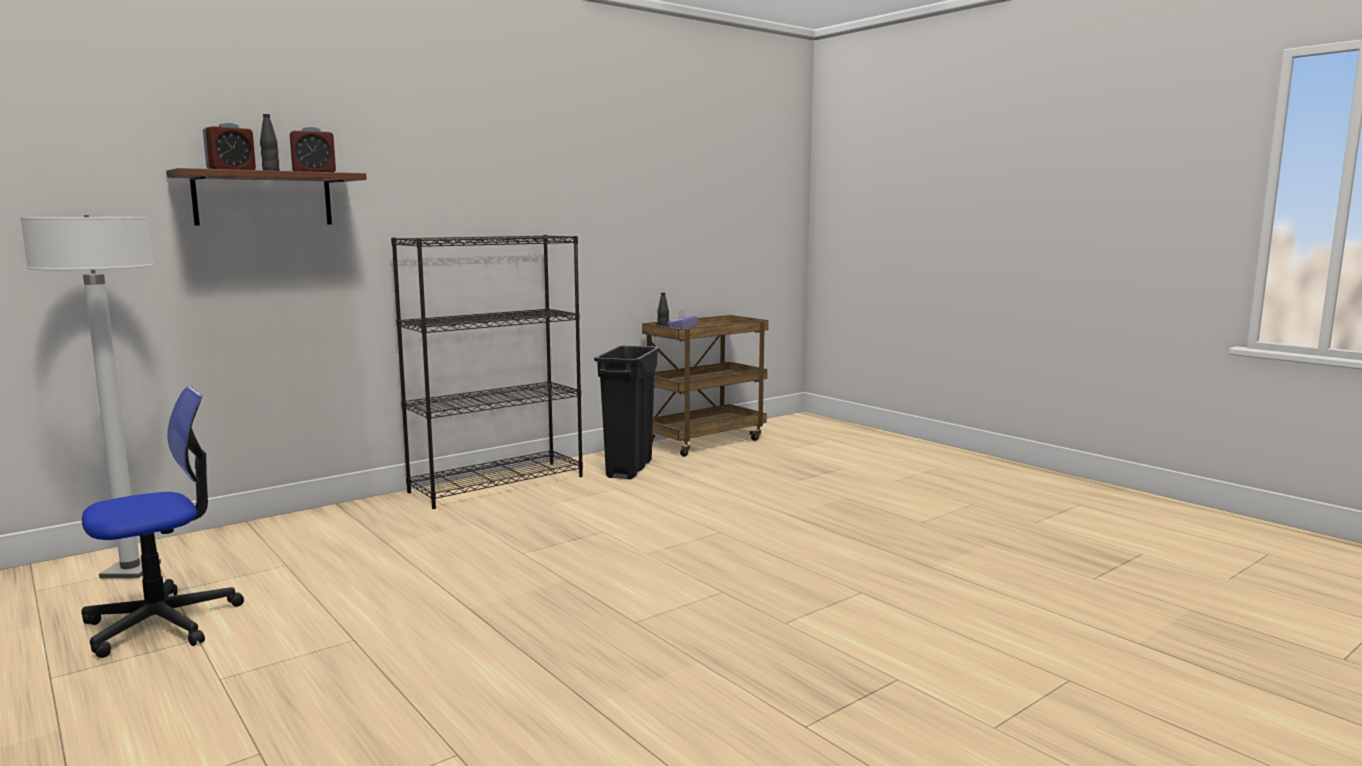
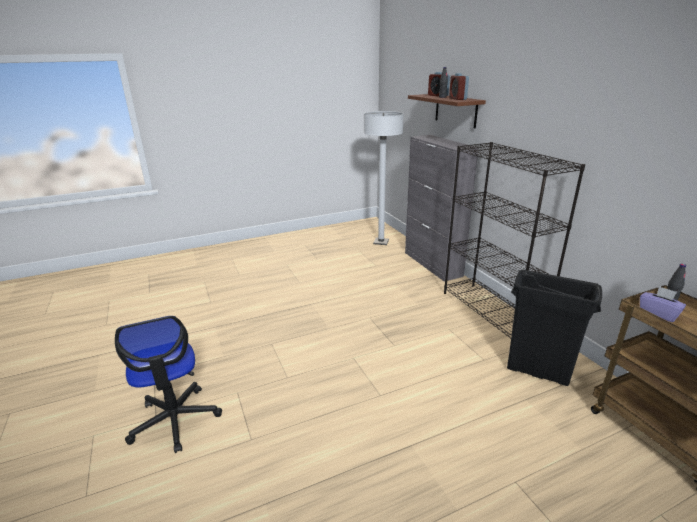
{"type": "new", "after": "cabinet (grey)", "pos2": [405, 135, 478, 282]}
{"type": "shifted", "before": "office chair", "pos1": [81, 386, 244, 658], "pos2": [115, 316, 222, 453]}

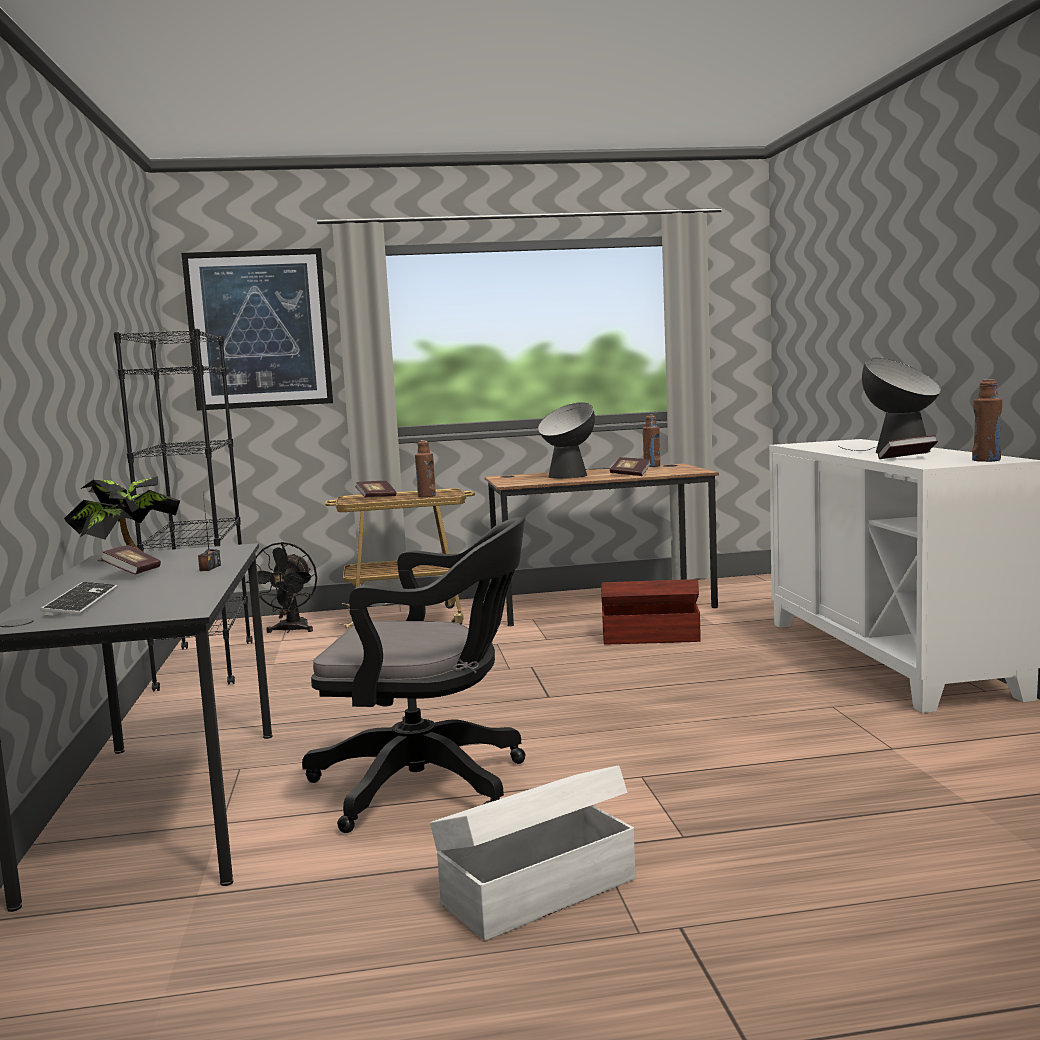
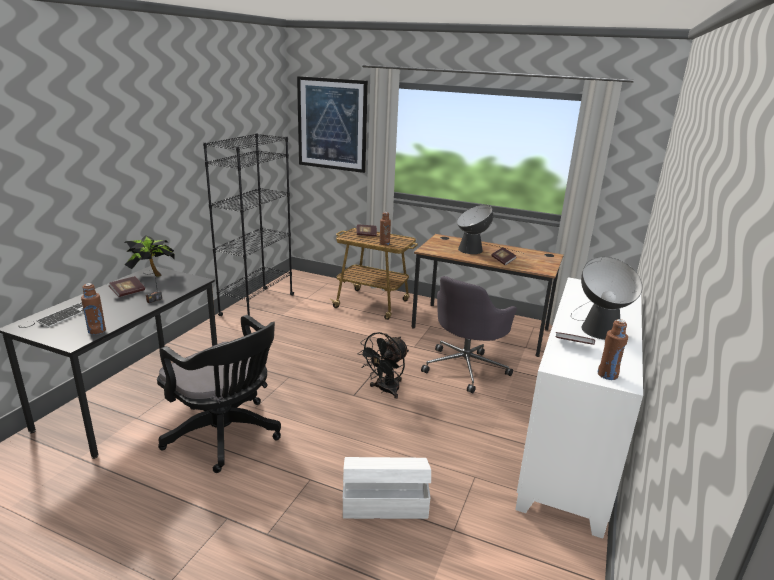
{"type": "shifted", "before": "fan (black)", "pos1": [246, 542, 317, 633], "pos2": [357, 332, 409, 399]}
{"type": "shifted", "before": "storage box (white)", "pos1": [430, 765, 635, 941], "pos2": [343, 457, 431, 519]}
{"type": "shifted", "before": "bottle (brown)", "pos1": [643, 415, 660, 467], "pos2": [81, 283, 106, 335]}
{"type": "swapped", "before": "storage box (brown)", "after": "office chair (grey)", "pos1": [601, 579, 701, 644], "pos2": [421, 276, 517, 393]}

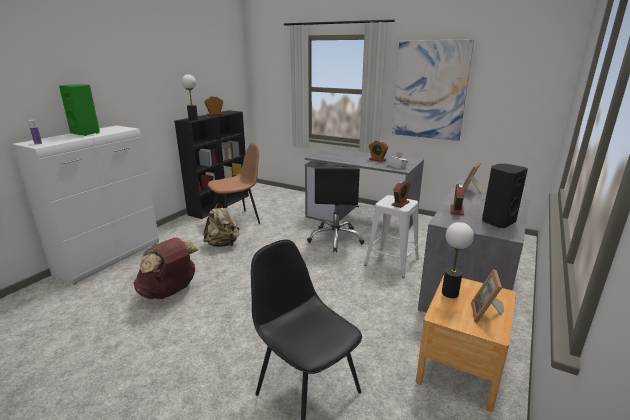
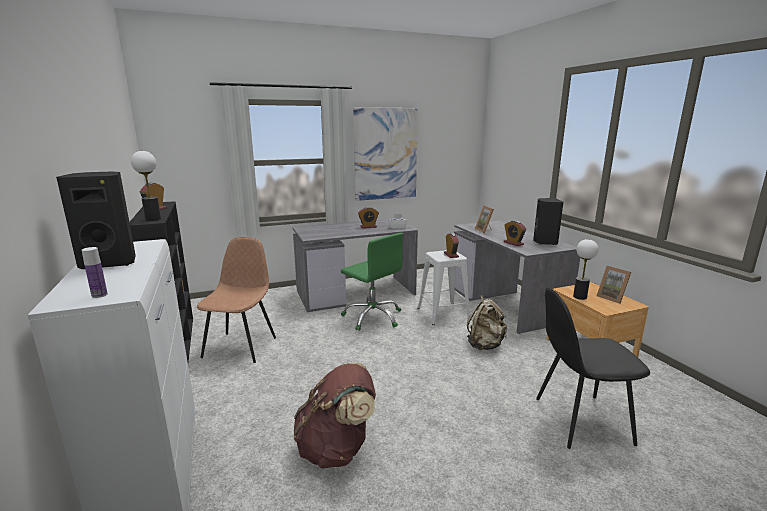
{"type": "shifted", "before": "backpack (beige)", "pos1": [203, 203, 240, 247], "pos2": [467, 295, 507, 350]}
{"type": "repainted", "before": "speaker (green)", "after": "speaker (black)", "pos1": [59, 84, 100, 136], "pos2": [56, 172, 136, 269]}
{"type": "repainted", "before": "office chair (black)", "after": "office chair (green)", "pos1": [307, 167, 365, 252], "pos2": [341, 233, 403, 331]}

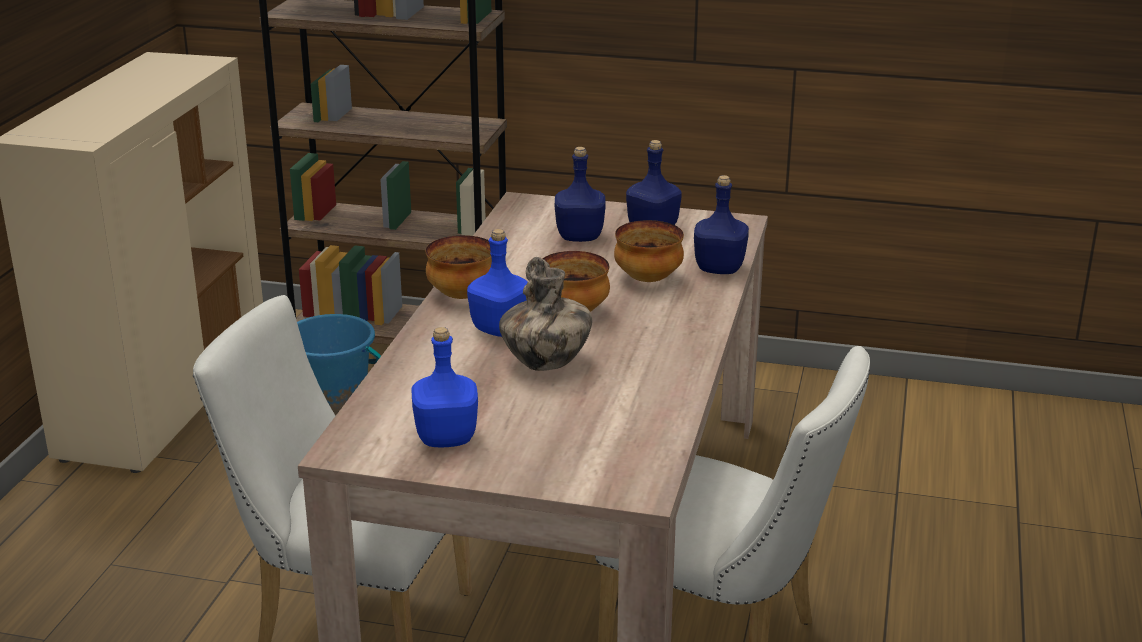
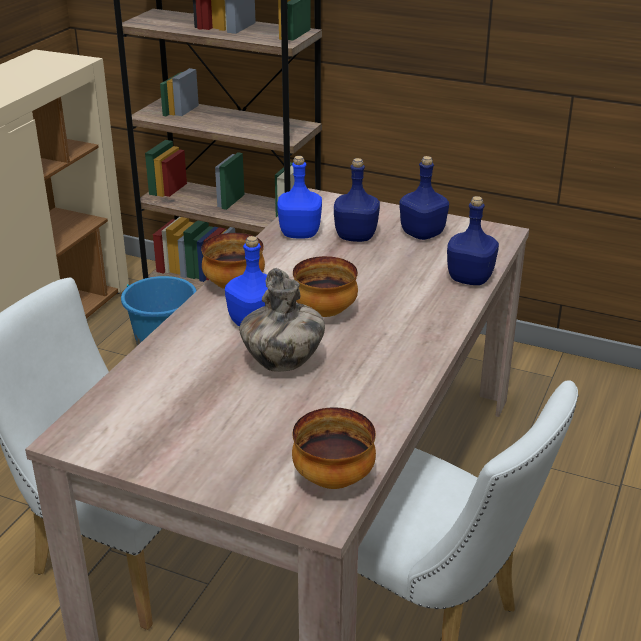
{"type": "shifted", "before": "bottle (blue)", "pos1": [412, 327, 478, 447], "pos2": [278, 156, 322, 239]}
{"type": "shifted", "before": "bowl", "pos1": [614, 220, 684, 282], "pos2": [292, 407, 376, 489]}

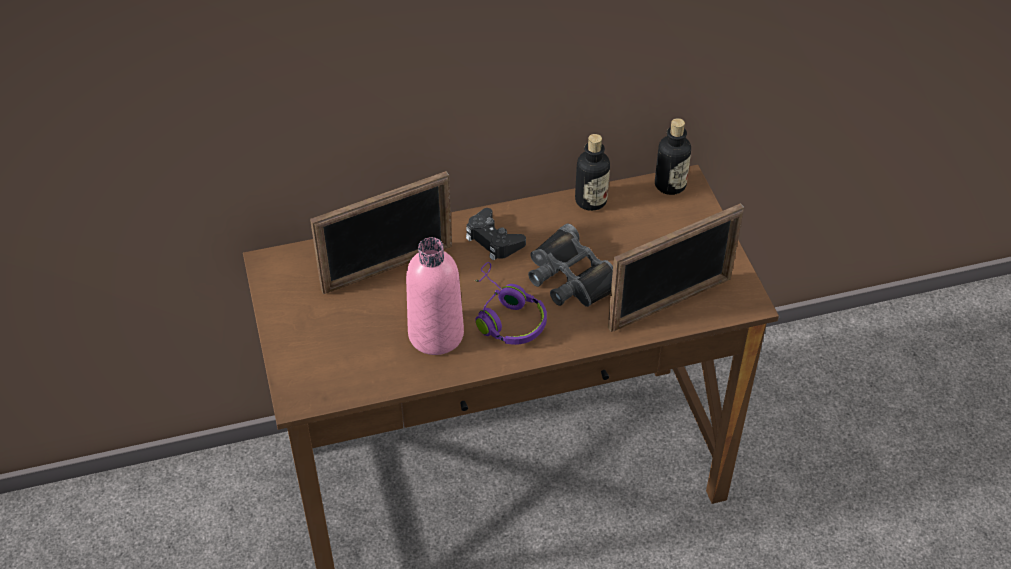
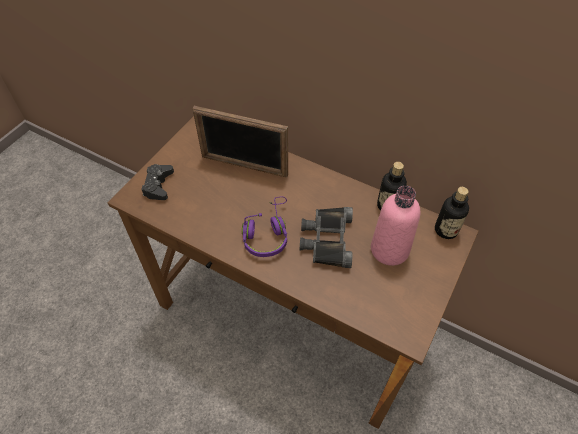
{"type": "gone", "before": "picture frame", "pos1": [608, 204, 744, 332]}
{"type": "shifted", "before": "bottle (pink)", "pos1": [406, 237, 464, 355], "pos2": [371, 186, 420, 266]}
{"type": "shifted", "before": "game controller (black)", "pos1": [466, 208, 526, 261], "pos2": [141, 164, 174, 200]}

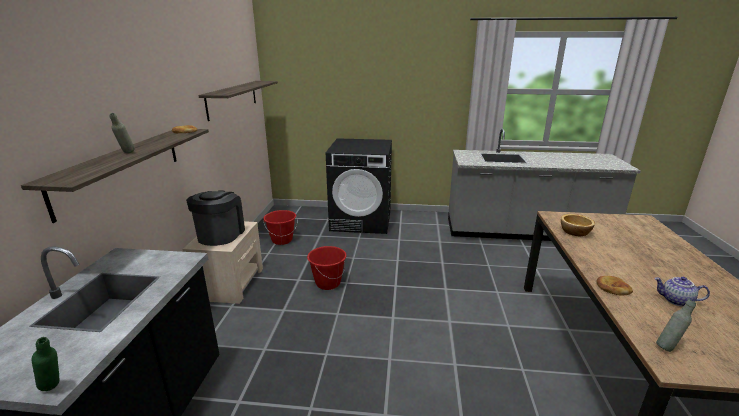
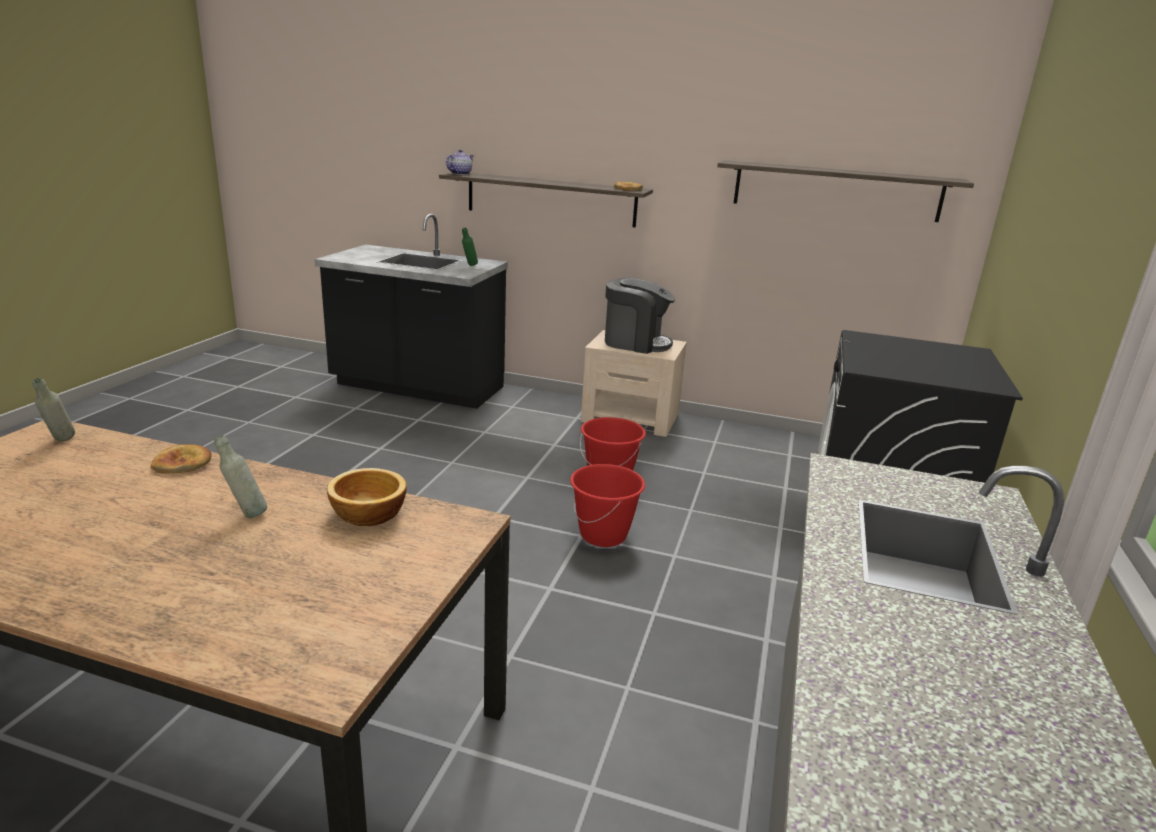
{"type": "shifted", "before": "bottle (green)", "pos1": [32, 337, 60, 391], "pos2": [462, 227, 478, 266]}
{"type": "shifted", "before": "bottle (grey)", "pos1": [109, 113, 135, 153], "pos2": [214, 435, 267, 518]}
{"type": "shifted", "before": "bucket (red)", "pos1": [263, 210, 297, 245], "pos2": [570, 464, 645, 547]}
{"type": "shifted", "before": "teapot", "pos1": [654, 277, 710, 307], "pos2": [446, 150, 474, 175]}

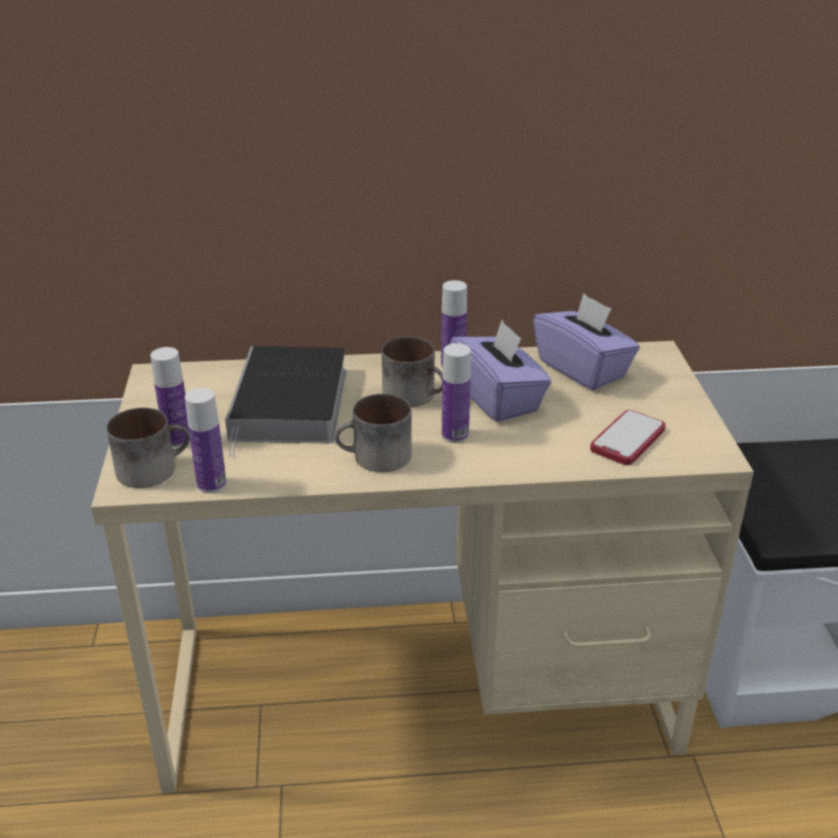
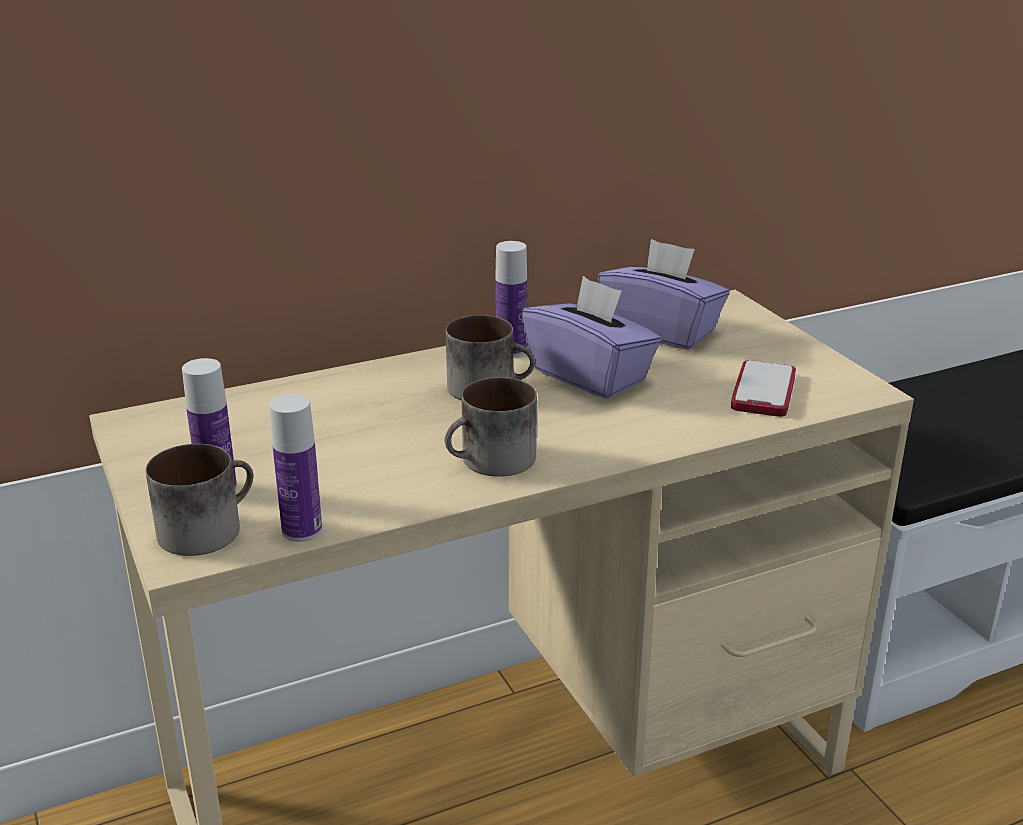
{"type": "gone", "before": "book", "pos1": [225, 346, 346, 458]}
{"type": "gone", "before": "bottle", "pos1": [442, 343, 471, 443]}

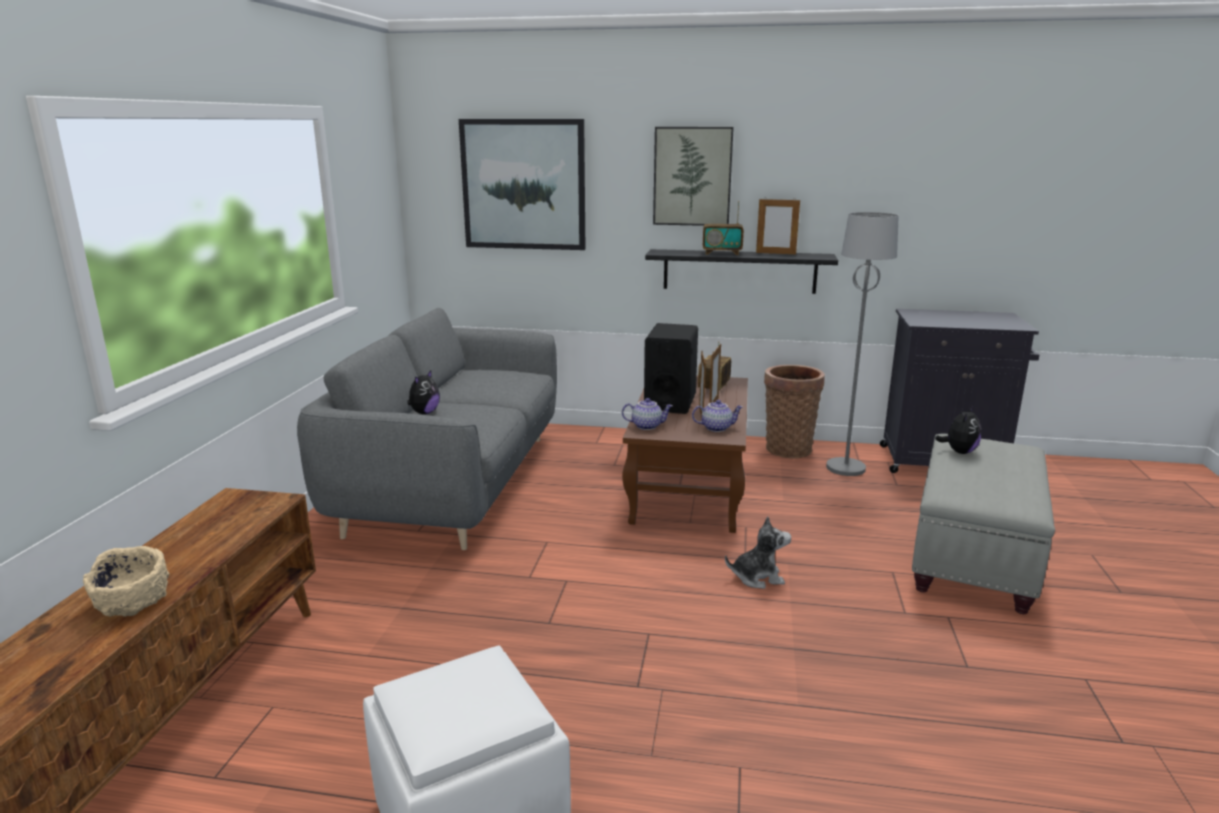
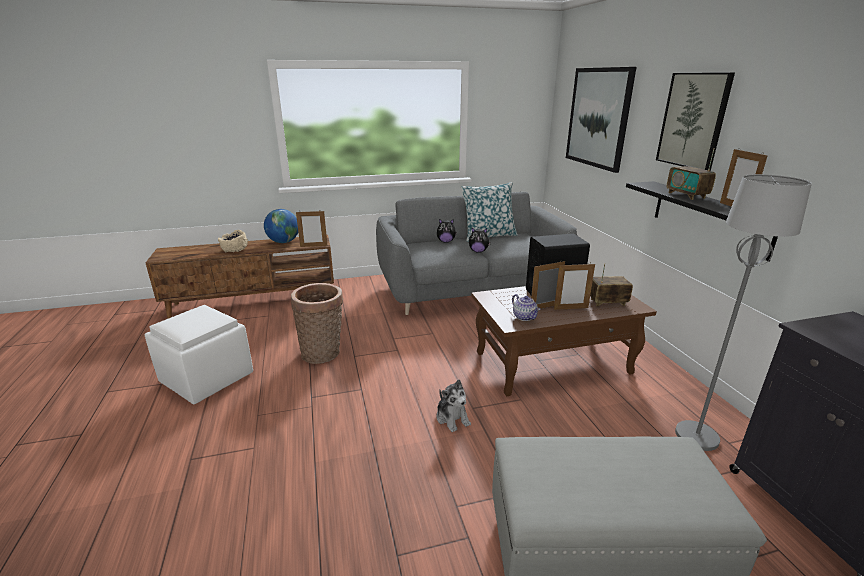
{"type": "gone", "before": "teapot", "pos1": [622, 398, 673, 430]}
{"type": "new", "after": "globe", "pos2": [264, 209, 298, 243]}
{"type": "new", "after": "picture frame", "pos2": [296, 211, 328, 247]}
{"type": "new", "after": "pillow", "pos2": [461, 182, 518, 242]}
{"type": "shifted", "before": "basket", "pos1": [764, 365, 825, 459], "pos2": [291, 283, 344, 364]}
{"type": "shifted", "before": "plush toy", "pos1": [935, 406, 981, 454], "pos2": [469, 228, 491, 253]}

